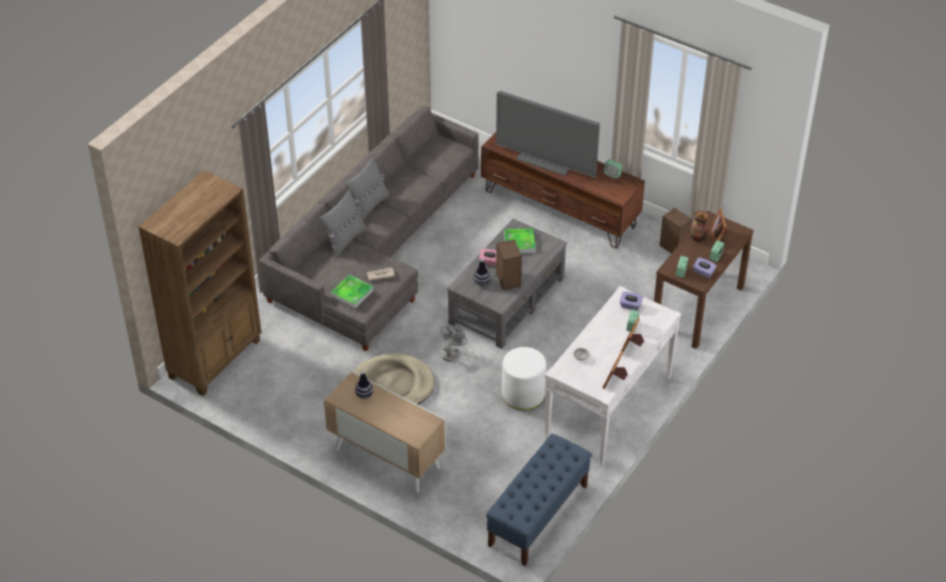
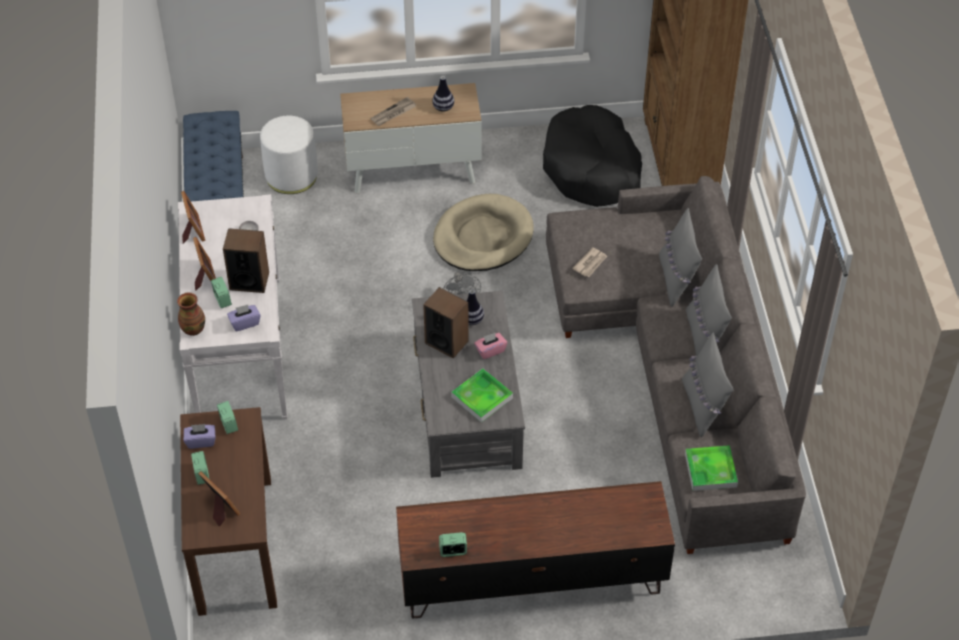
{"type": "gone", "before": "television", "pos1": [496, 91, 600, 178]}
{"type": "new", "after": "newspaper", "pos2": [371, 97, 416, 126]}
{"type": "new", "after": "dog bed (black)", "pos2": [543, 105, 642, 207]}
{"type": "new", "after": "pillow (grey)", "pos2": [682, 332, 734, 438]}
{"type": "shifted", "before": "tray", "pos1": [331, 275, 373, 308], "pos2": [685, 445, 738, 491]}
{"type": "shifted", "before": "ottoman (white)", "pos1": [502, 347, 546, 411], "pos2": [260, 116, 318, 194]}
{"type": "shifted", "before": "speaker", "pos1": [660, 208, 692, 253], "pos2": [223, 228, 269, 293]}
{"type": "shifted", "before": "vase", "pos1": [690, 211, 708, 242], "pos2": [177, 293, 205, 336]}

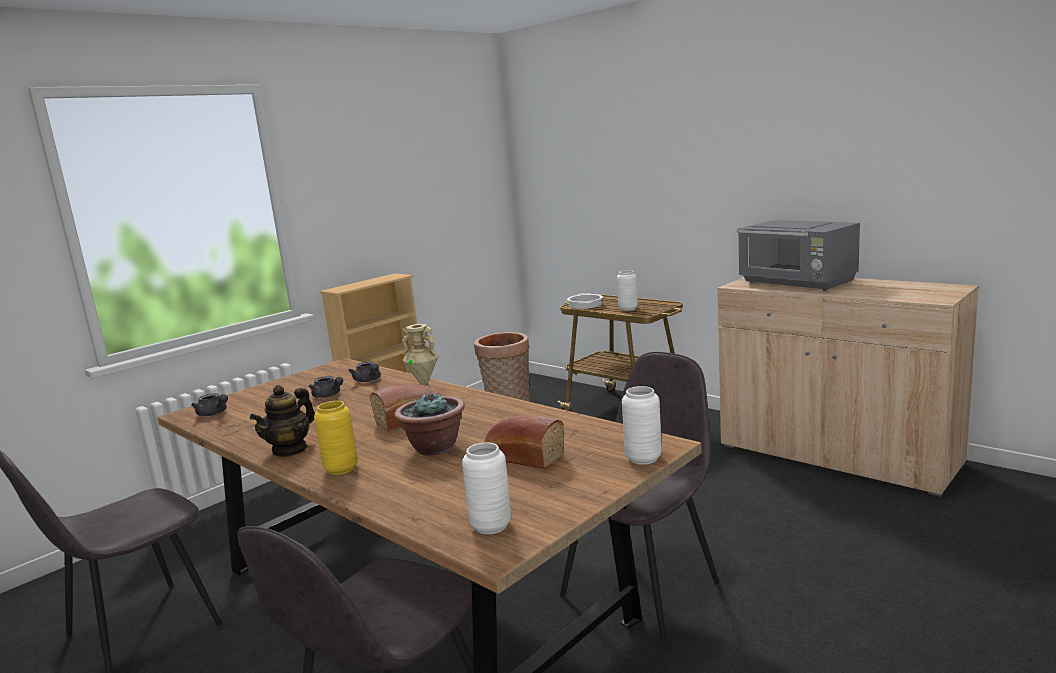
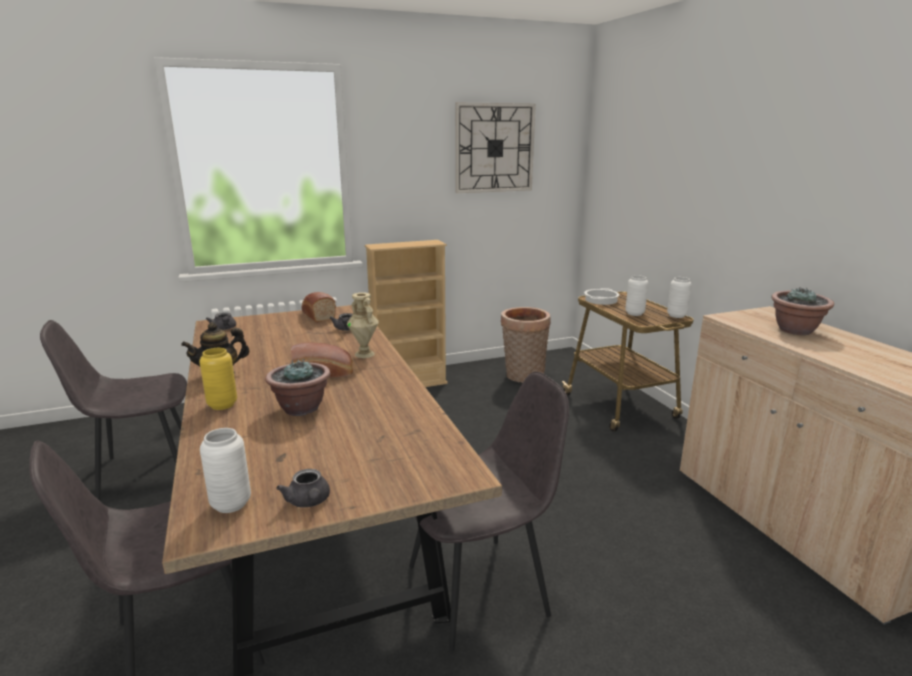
{"type": "new", "after": "wall clock", "pos2": [455, 102, 536, 193]}
{"type": "shifted", "before": "teapot (grey)", "pos1": [309, 376, 343, 398], "pos2": [276, 469, 330, 508]}
{"type": "shifted", "before": "bread", "pos1": [484, 415, 564, 469], "pos2": [301, 292, 336, 322]}
{"type": "shifted", "before": "vase (white)", "pos1": [622, 386, 662, 465], "pos2": [667, 277, 692, 318]}
{"type": "swapped", "before": "microwave (grey)", "after": "potted plant", "pos1": [737, 220, 860, 291], "pos2": [771, 288, 834, 335]}

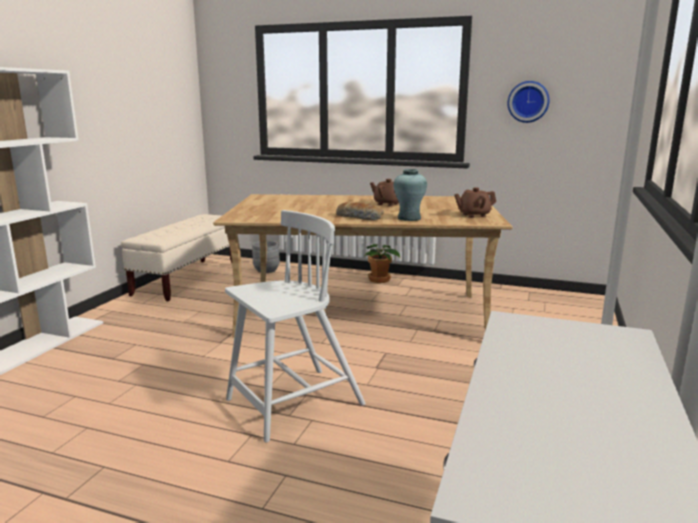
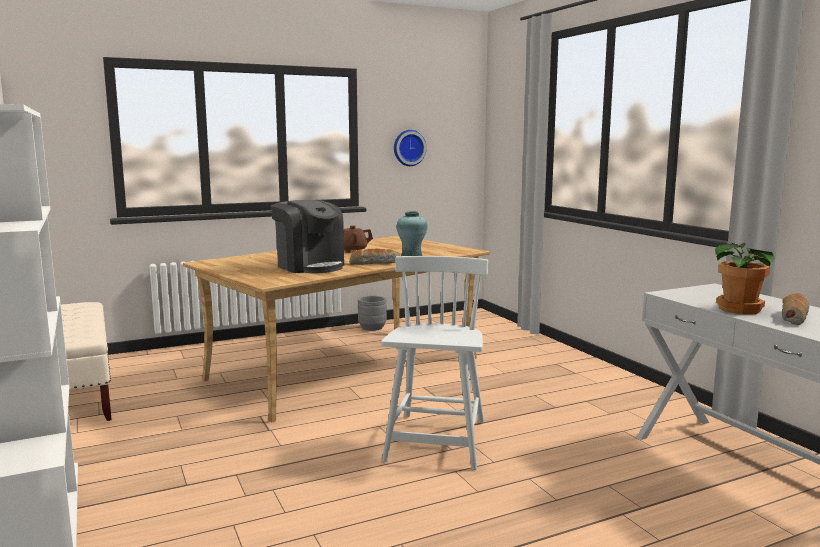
{"type": "gone", "before": "teapot (brown)", "pos1": [454, 187, 496, 218]}
{"type": "new", "after": "coffee machine", "pos2": [271, 200, 344, 273]}
{"type": "new", "after": "bread", "pos2": [782, 293, 809, 325]}
{"type": "shifted", "before": "planter (grey)", "pos1": [252, 241, 280, 273], "pos2": [358, 296, 387, 331]}
{"type": "shifted", "before": "potted plant", "pos1": [365, 244, 400, 283], "pos2": [715, 242, 775, 314]}

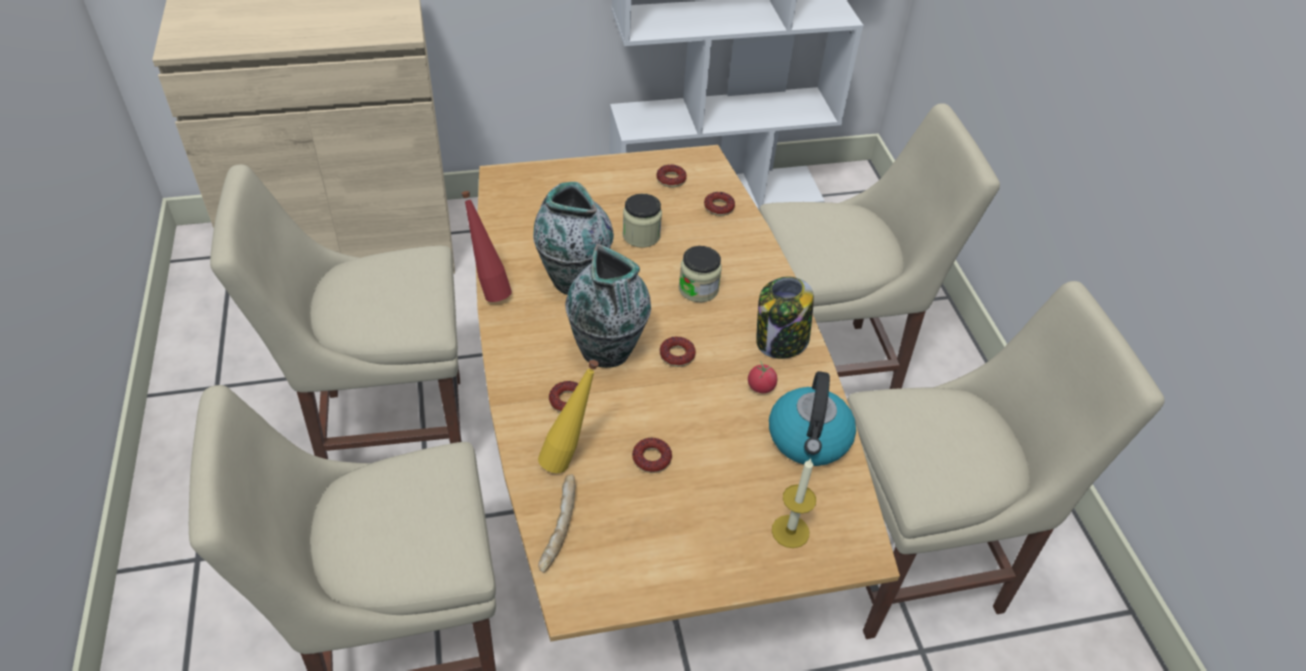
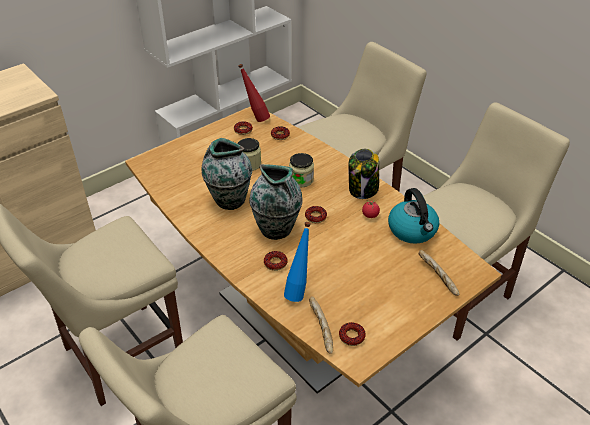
{"type": "shifted", "before": "bottle (red)", "pos1": [461, 191, 512, 302], "pos2": [238, 64, 270, 122]}
{"type": "shifted", "before": "donut", "pos1": [632, 438, 672, 473], "pos2": [339, 322, 366, 346]}
{"type": "swapped", "before": "candle", "after": "bread", "pos1": [772, 458, 816, 548], "pos2": [419, 250, 459, 296]}
{"type": "repainted", "before": "bottle (yellow)", "after": "bottle (blue)", "pos1": [538, 359, 599, 473], "pos2": [284, 222, 311, 302]}

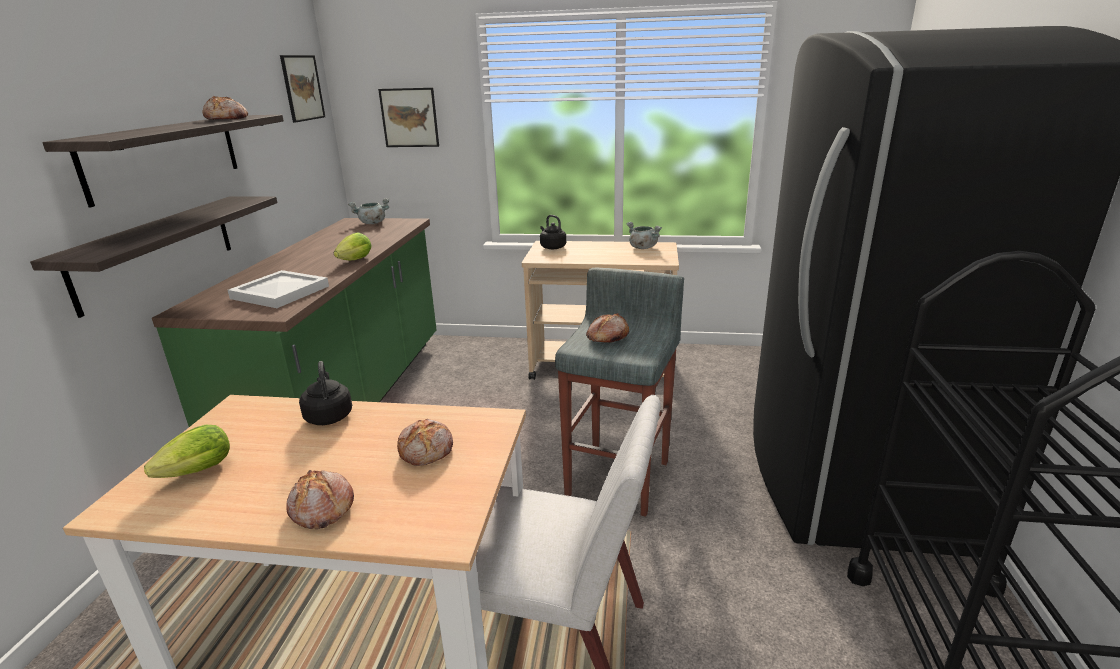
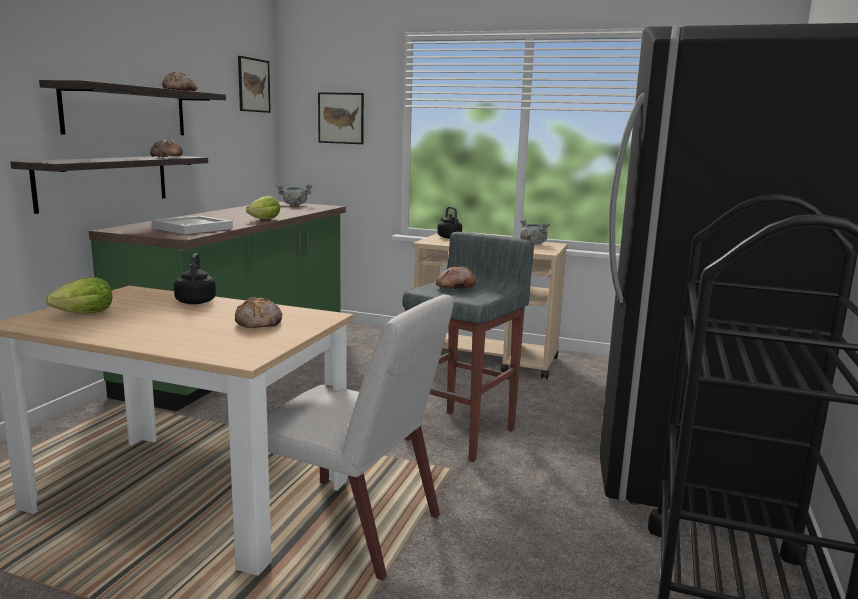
{"type": "shifted", "before": "bread", "pos1": [286, 470, 354, 529], "pos2": [150, 139, 183, 157]}

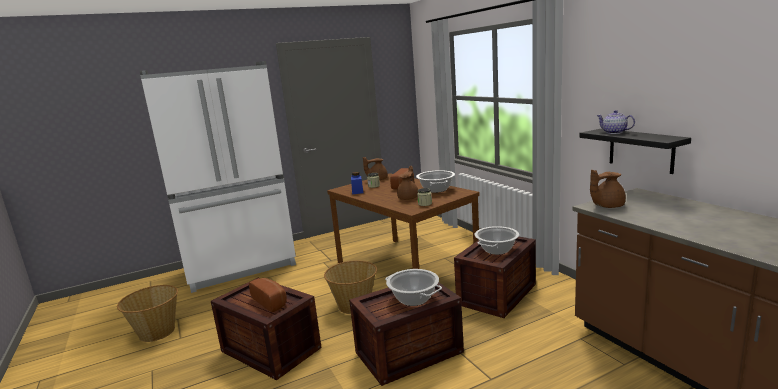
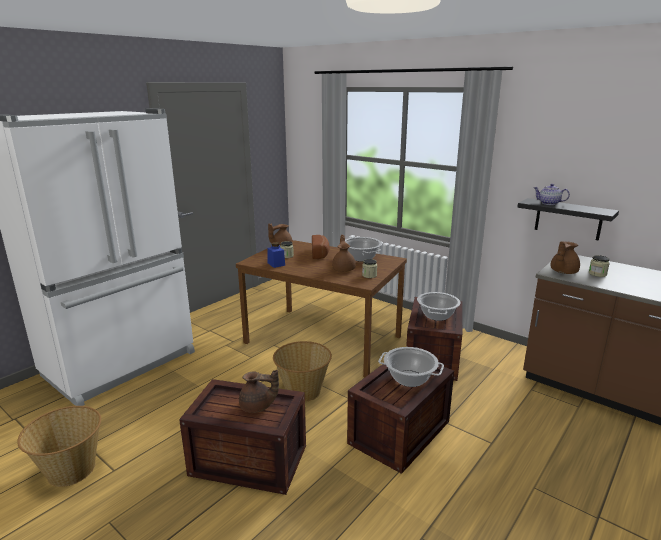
{"type": "new", "after": "jar", "pos2": [589, 255, 610, 277]}
{"type": "swapped", "before": "bread", "after": "teapot (brown)", "pos1": [249, 278, 287, 312], "pos2": [239, 370, 279, 413]}

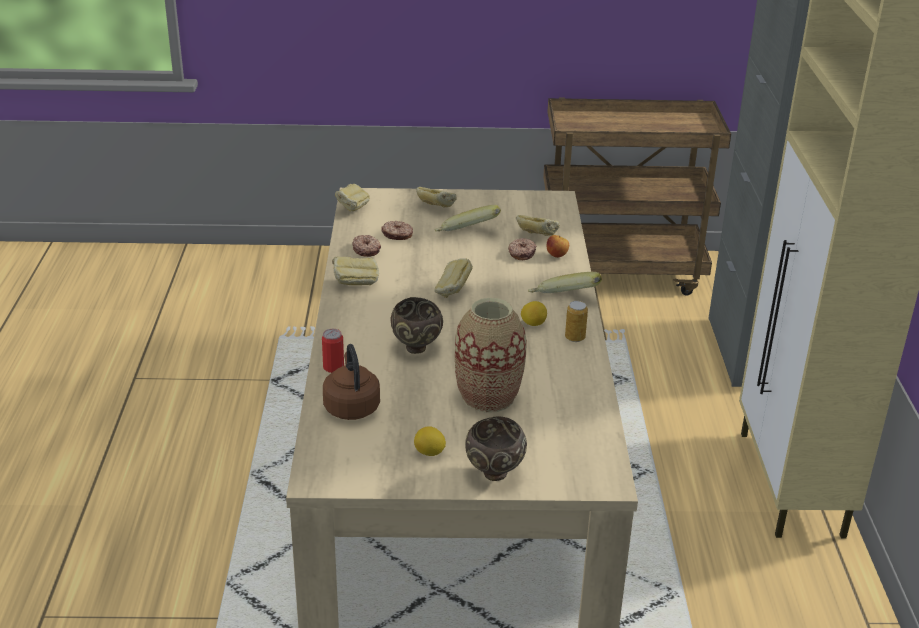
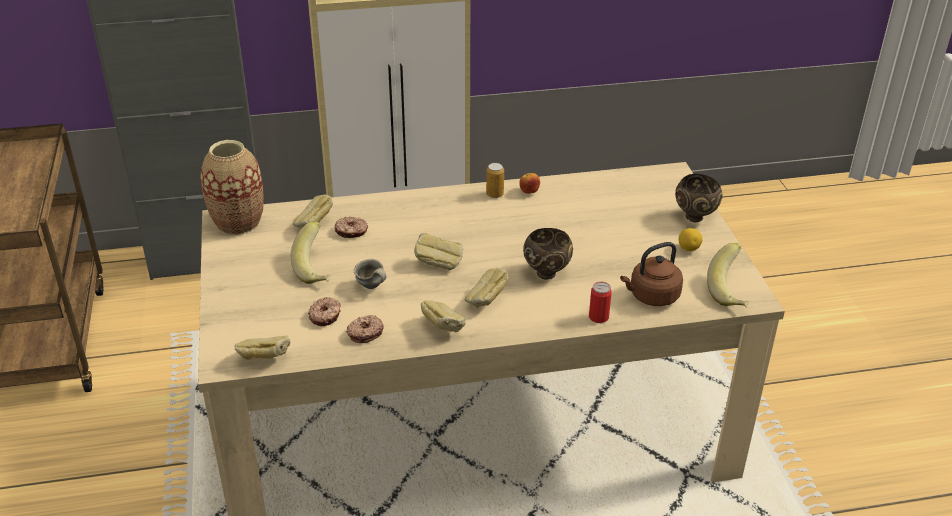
{"type": "gone", "before": "lemon", "pos1": [521, 301, 547, 326]}
{"type": "new", "after": "mug (grey)", "pos2": [354, 259, 387, 289]}
{"type": "shifted", "before": "bread", "pos1": [416, 187, 457, 208], "pos2": [465, 268, 509, 308]}
{"type": "shifted", "before": "vase", "pos1": [455, 298, 527, 413], "pos2": [200, 140, 264, 235]}
{"type": "shifted", "before": "banana", "pos1": [528, 272, 602, 293], "pos2": [707, 243, 749, 307]}
{"type": "shifted", "before": "apple", "pos1": [546, 235, 569, 258], "pos2": [519, 173, 540, 194]}

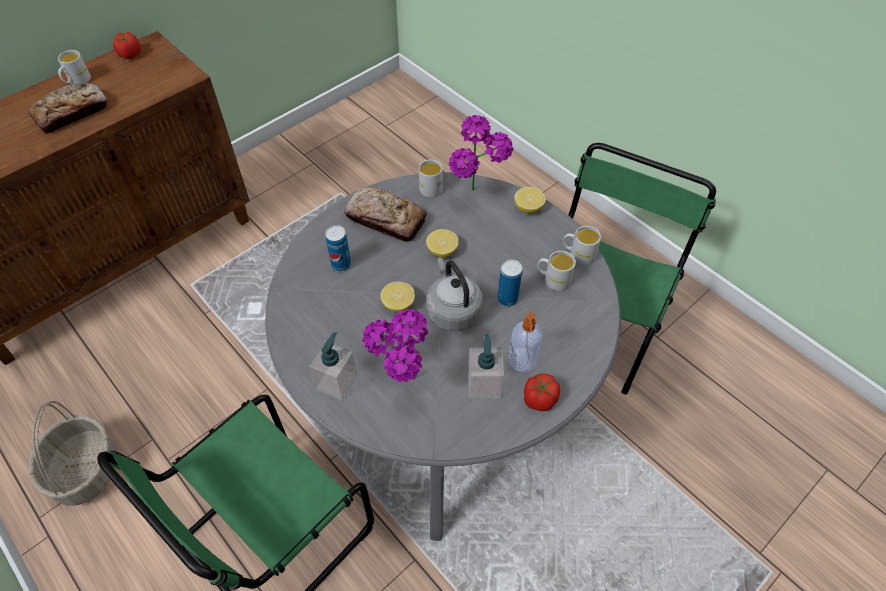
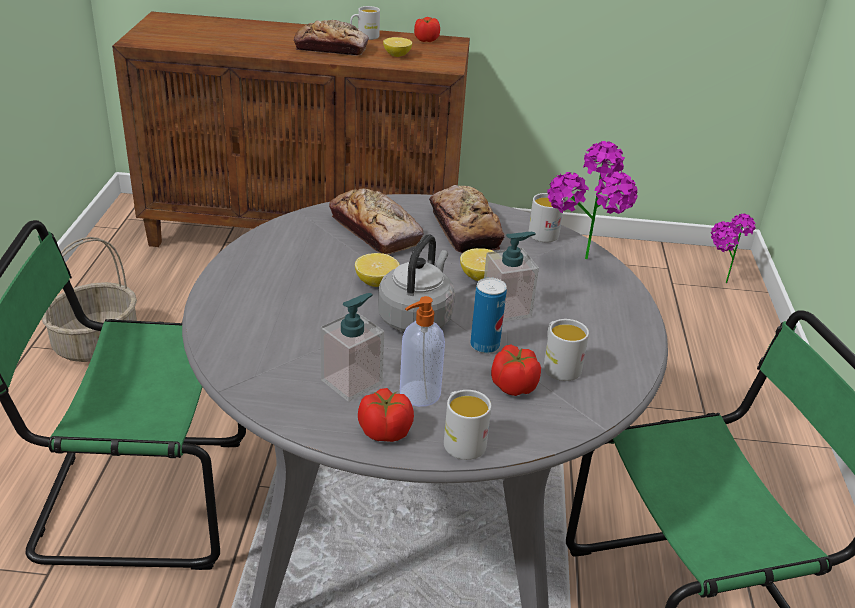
{"type": "new", "after": "tomato", "pos2": [491, 345, 541, 396]}
{"type": "shifted", "before": "soap dispenser", "pos1": [308, 332, 357, 401], "pos2": [484, 232, 539, 322]}
{"type": "shifted", "before": "potted plant", "pos1": [362, 309, 428, 382], "pos2": [711, 214, 756, 283]}
{"type": "shifted", "before": "lemon", "pos1": [514, 187, 546, 213], "pos2": [383, 37, 412, 57]}
{"type": "shifted", "before": "mug (white)", "pos1": [563, 226, 601, 265], "pos2": [444, 390, 491, 460]}
{"type": "swapped", "before": "can", "after": "bread", "pos1": [325, 225, 351, 272], "pos2": [329, 188, 424, 255]}

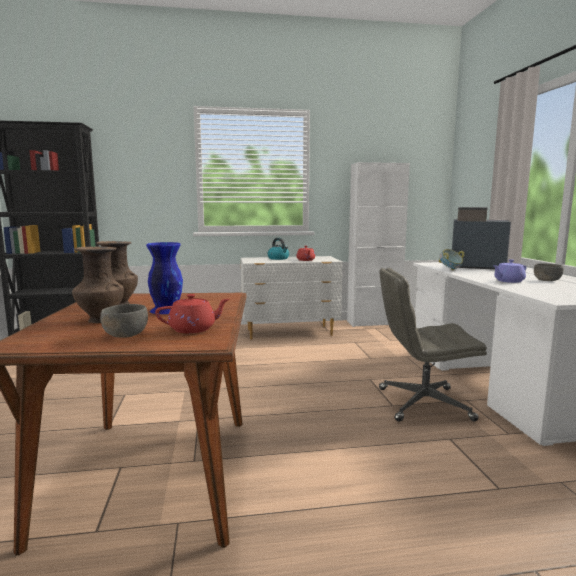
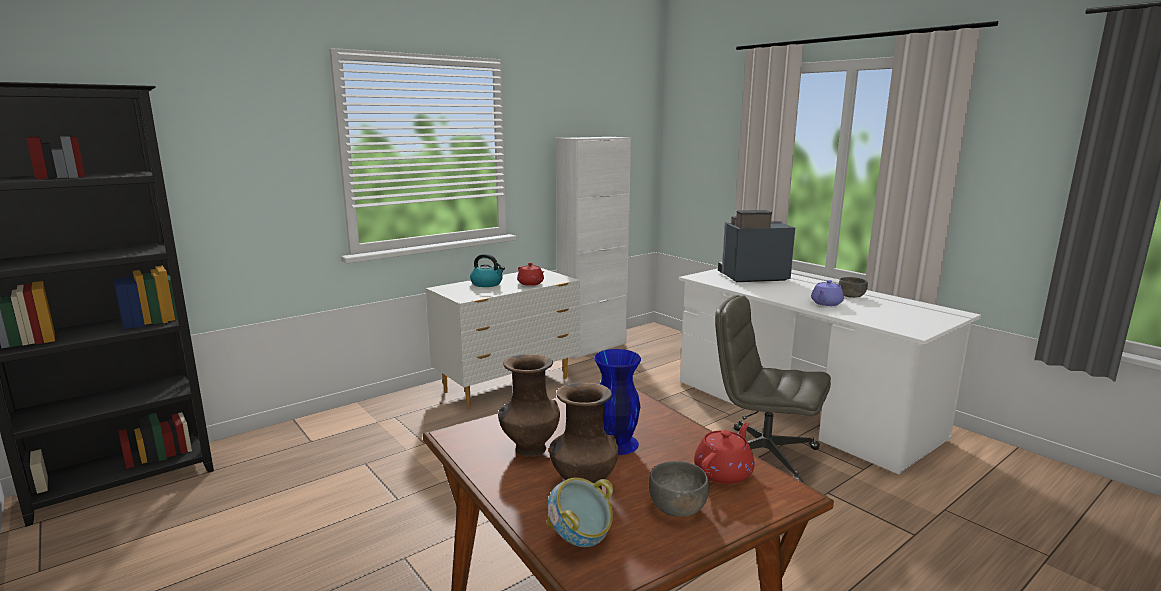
{"type": "shifted", "before": "bowl", "pos1": [439, 249, 465, 270], "pos2": [547, 478, 613, 547]}
{"type": "rotated", "before": "office chair (grey)", "pos1": [379, 268, 487, 422], "pos2": [715, 295, 831, 482], "turn": 60}

